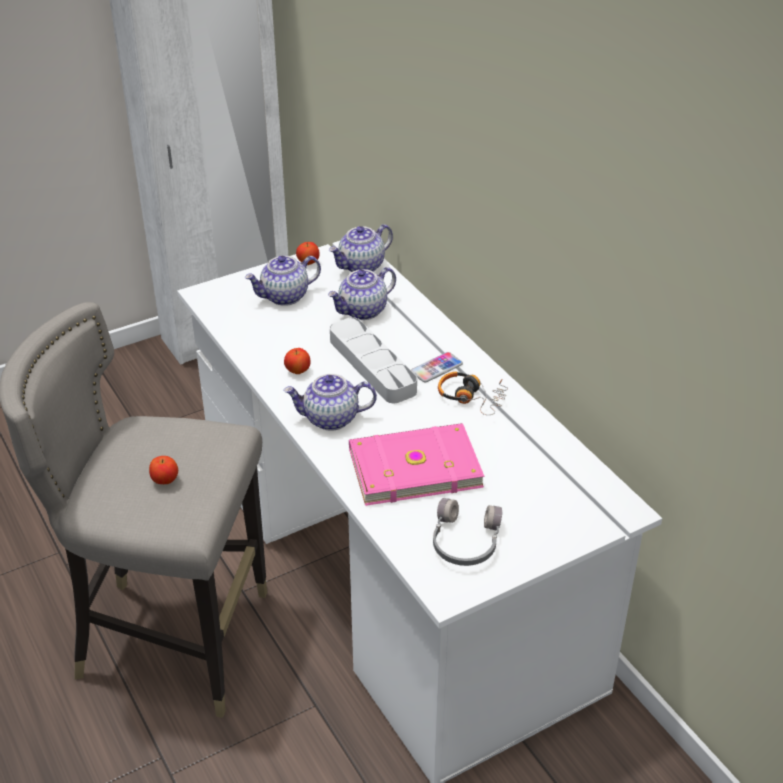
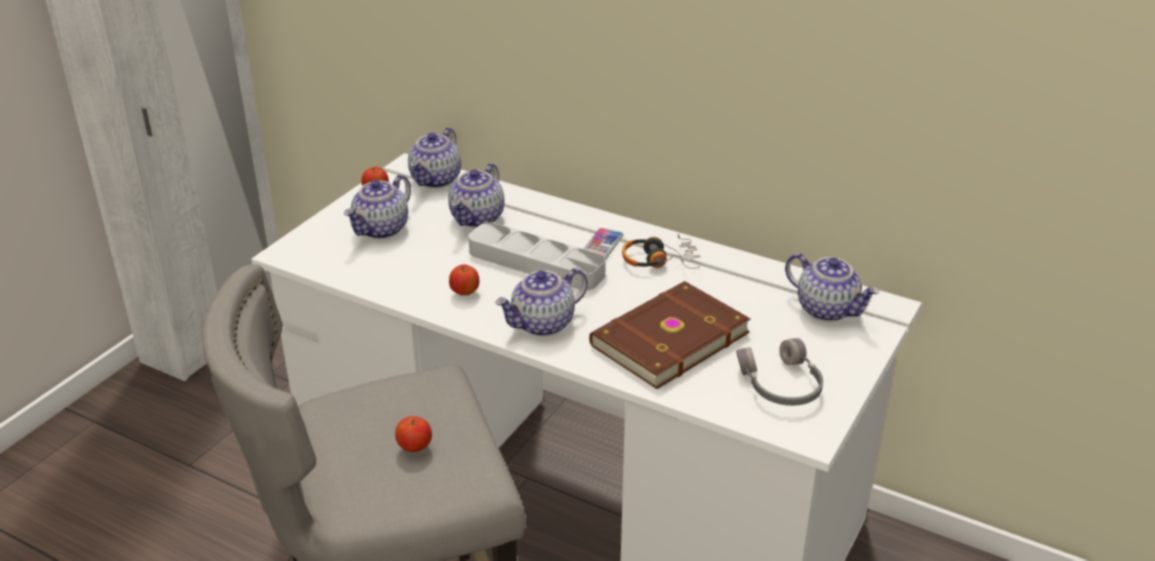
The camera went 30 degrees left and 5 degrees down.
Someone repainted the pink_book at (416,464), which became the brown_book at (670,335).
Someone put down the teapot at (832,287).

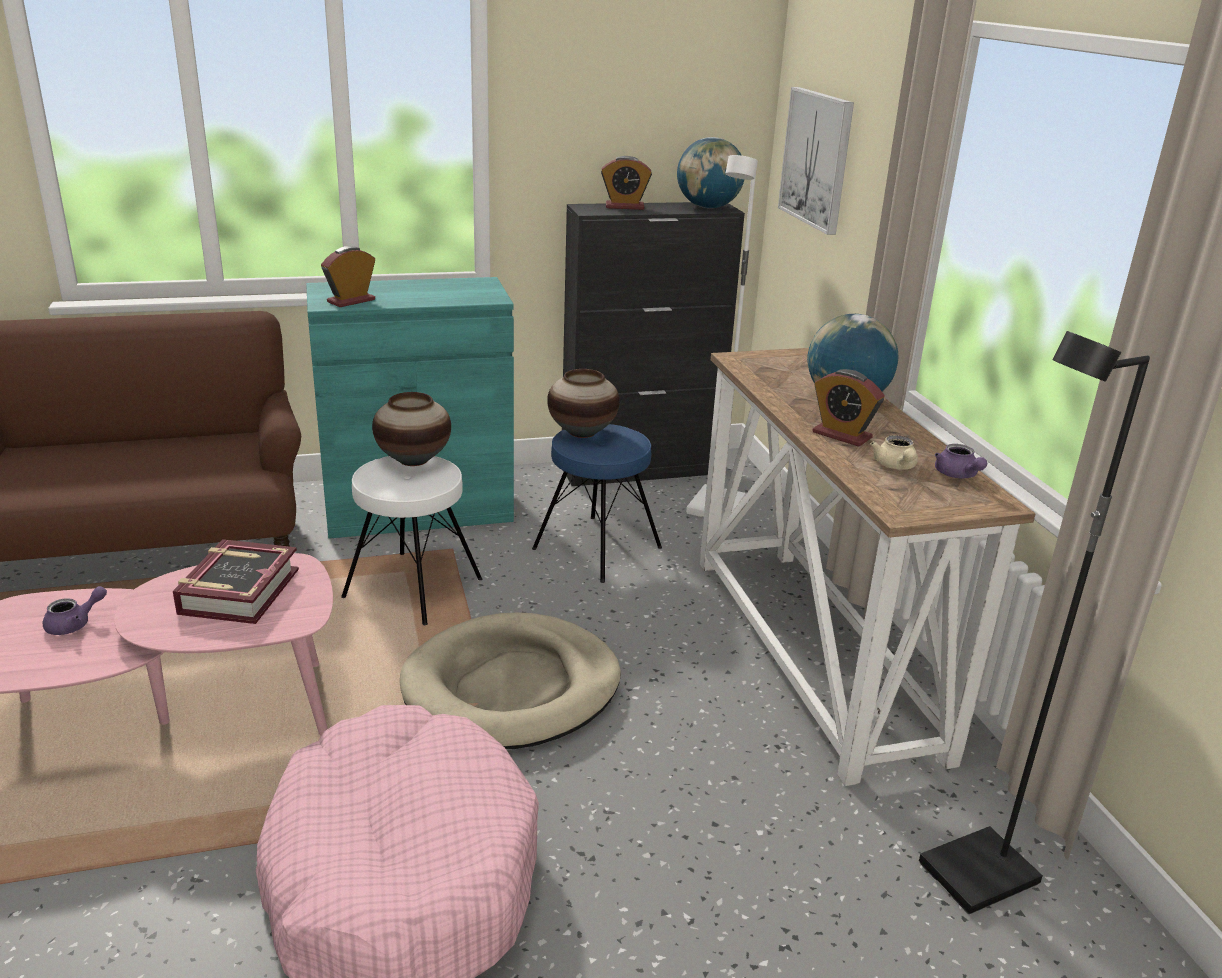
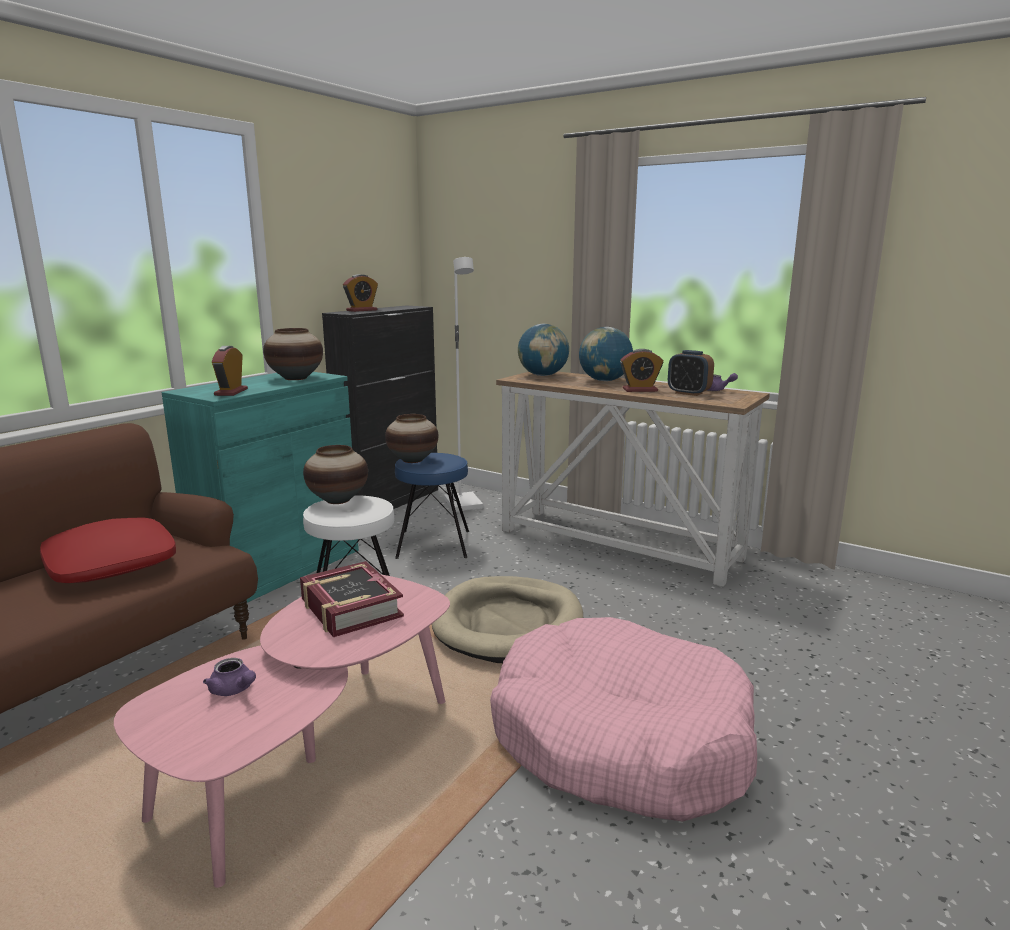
The camera went 40 degrees left and 10 degrees down.
Someone took away the picture at (816,161).
Someone carried the globe from (710,172) to (543,350).
Someone took away the black_floor_lamp at (1034,622).
Someone swapped the beige_teapot at (894,452) for the alarm_clock at (691,373).
Someone rotated the purple_teapot at (75,610) by 120 degrees clockwise.
Someone put down the vase at (293,354).
Someone put down the red_pillow at (108,550).

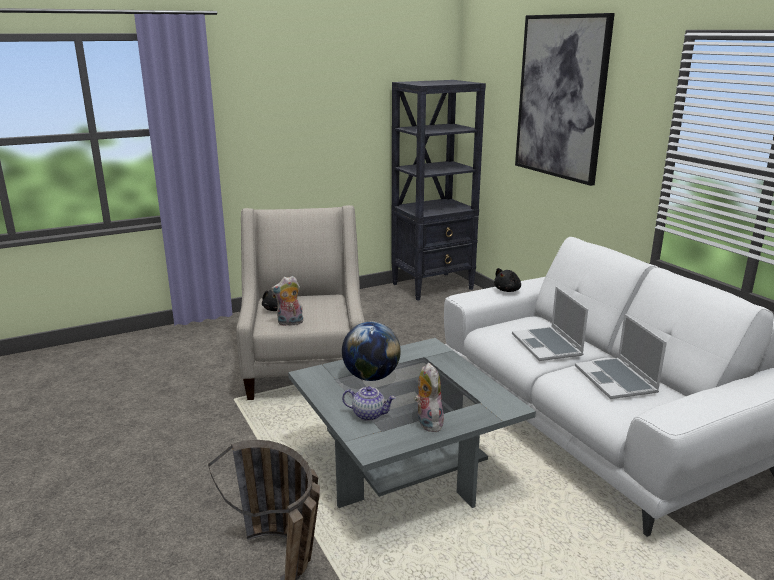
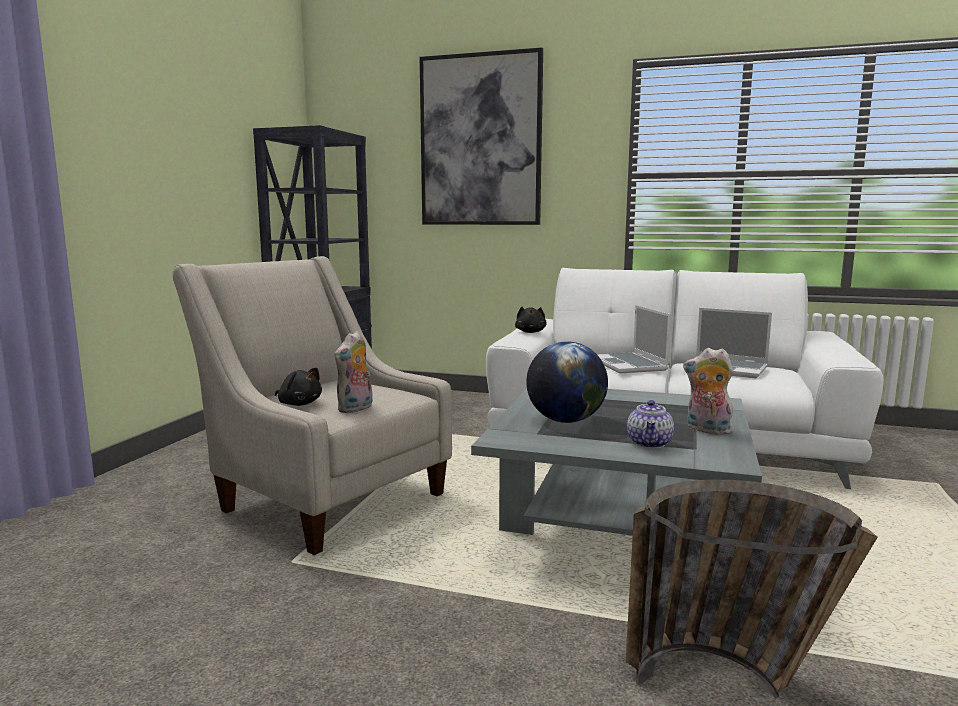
The camera went 45 degrees left and 10 degrees down.
Someone rotated the laptop at (550,323) by 45 degrees clockwise.
Someone rotated the teapot at (369,403) by 135 degrees clockwise.

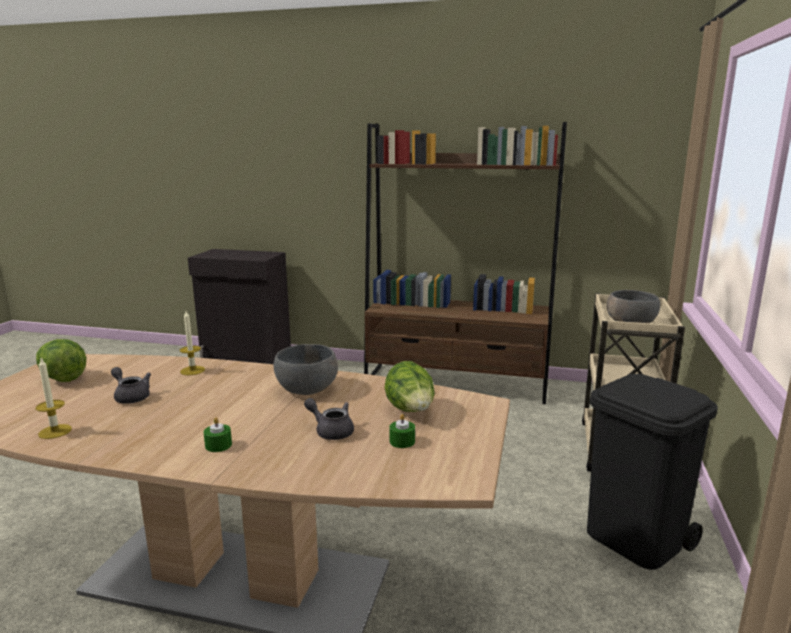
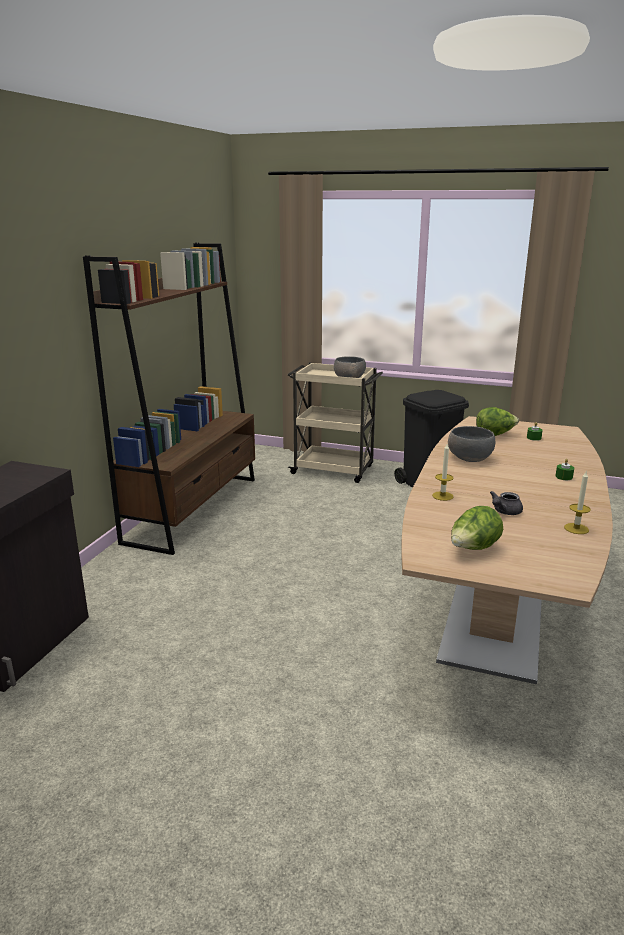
The camera went 85 degrees left and 5 degrees up.
Someone took away the grey_teapot at (329,419).

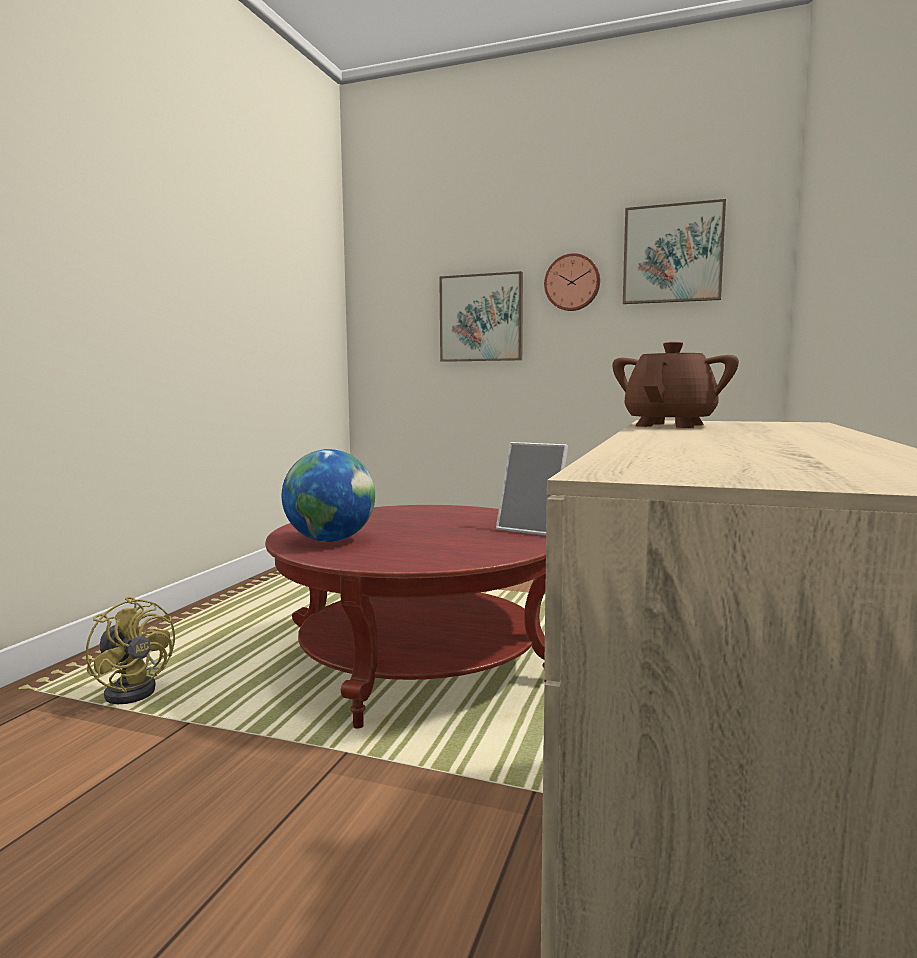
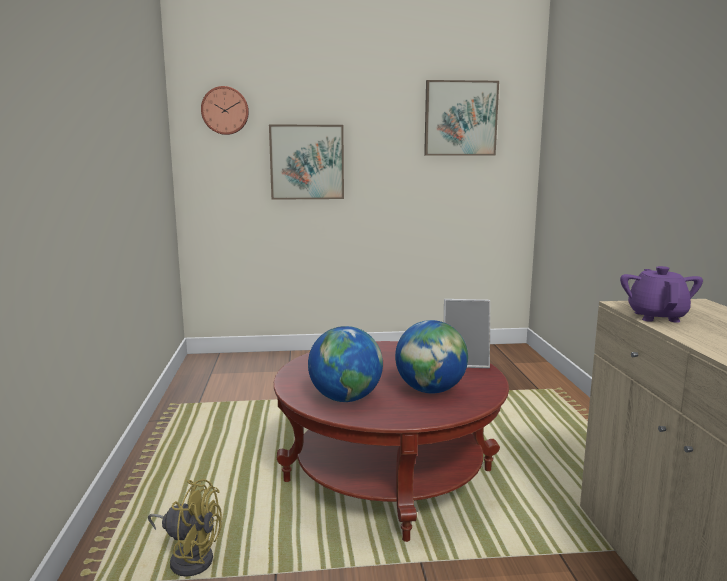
The camera went 25 degrees left and 5 degrees up.
Someone carried the wall_clock from (572,282) to (225,110).
Someone repainted the brown_teapot at (675,385), which became the purple_teapot at (661,294).
Someone put down the globe at (431,356).

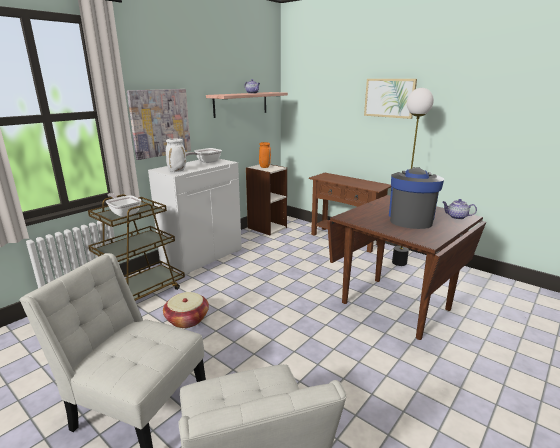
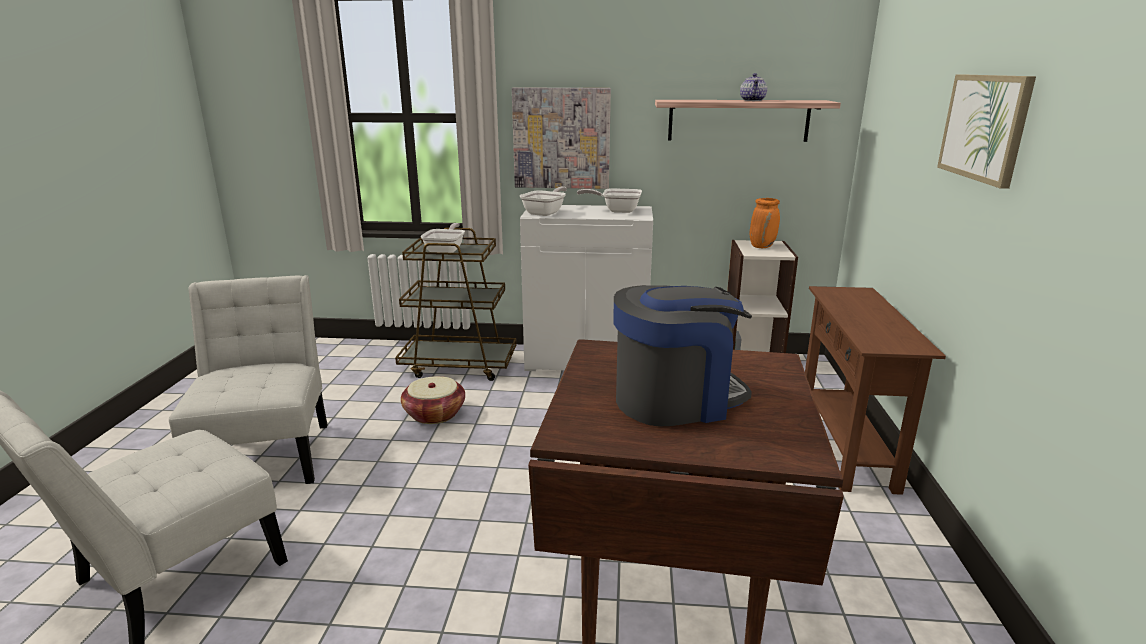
The camera went 55 degrees right and 0 degrees up.
Someone took away the floor_lamp at (413,177).
Someone swapped the white_vase at (176,155) for the frying_pan at (543,201).
Someone took away the teapot at (460,209).

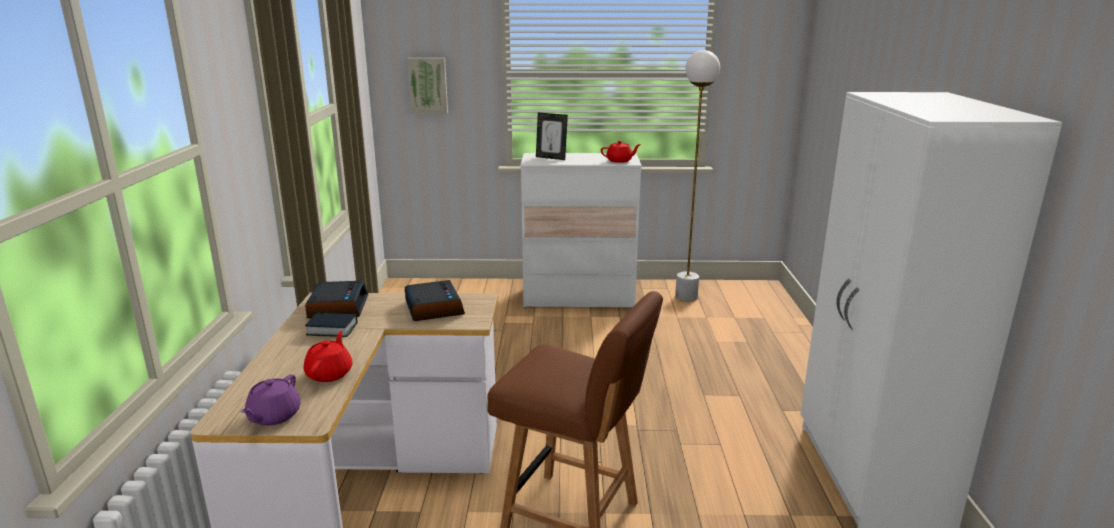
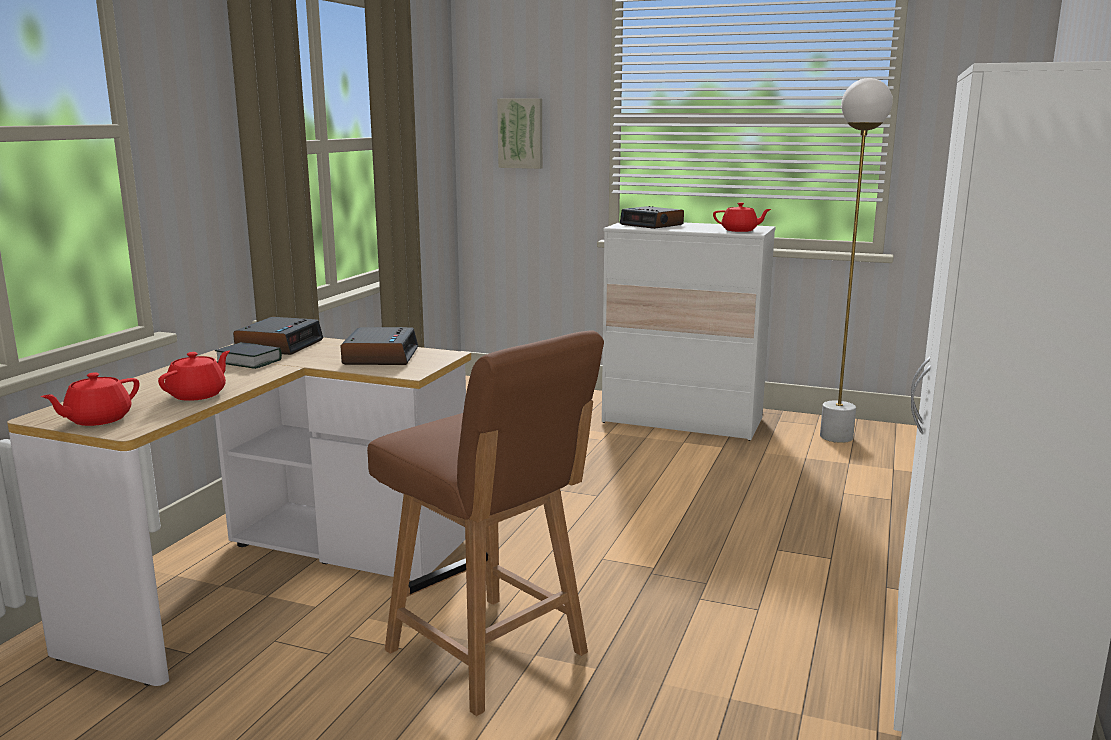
The camera went 20 degrees right and 5 degrees down.
Someone swapped the picture_frame at (552,136) for the alarm_clock at (652,217).
Someone repainted the purple_teapot at (271,400), which became the red_teapot at (90,399).

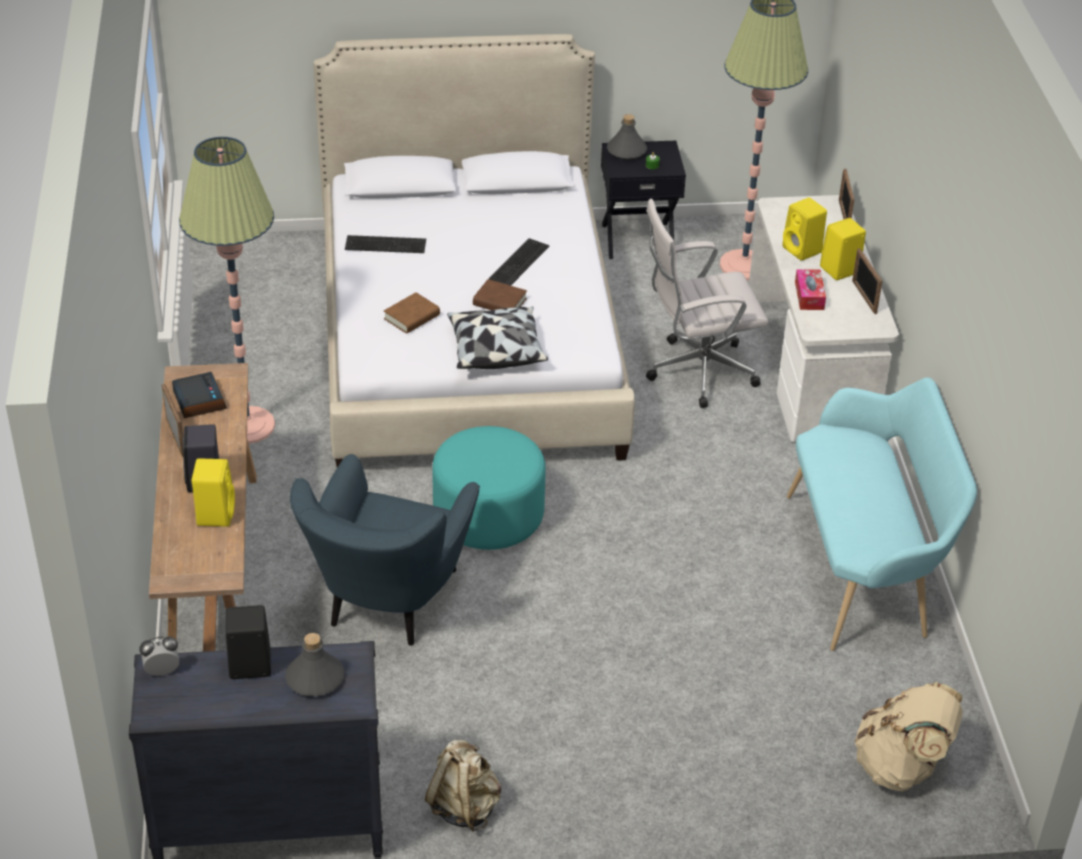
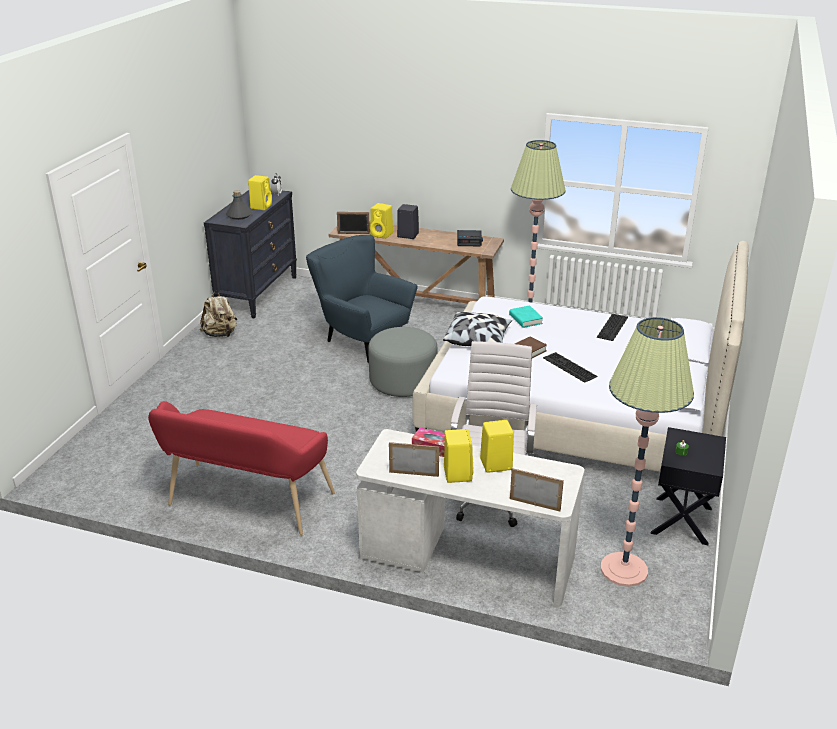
The camera went 115 degrees right and 10 degrees down.
Someone took away the grey_bottle at (627,137).
Someone repainted the brown_book at (412,313), which became the turquoise_book at (526,316).
Someone repainted the turquoise_bench at (882,514), which became the red_bench at (241,468).
Someone carried the picture_frame from (172,420) to (353,223).
Someone repainted the turquoise_ottoman at (489,488), which became the grey_ottoman at (402,362).
Someone repainted the black_speaker at (248,642), which became the yellow_speaker at (260,192).
Someone took away the beige_backpack at (909,737).

